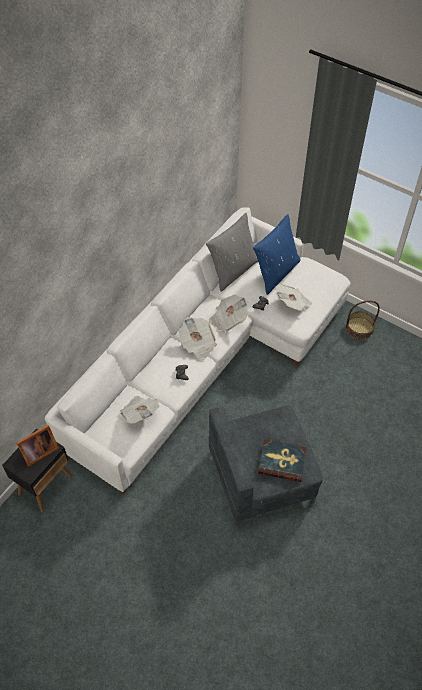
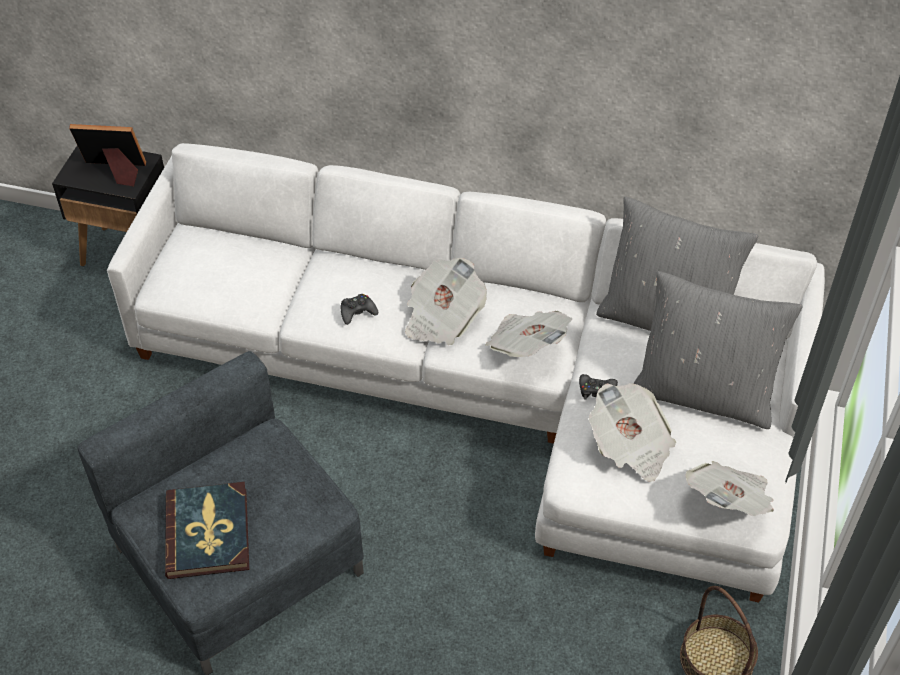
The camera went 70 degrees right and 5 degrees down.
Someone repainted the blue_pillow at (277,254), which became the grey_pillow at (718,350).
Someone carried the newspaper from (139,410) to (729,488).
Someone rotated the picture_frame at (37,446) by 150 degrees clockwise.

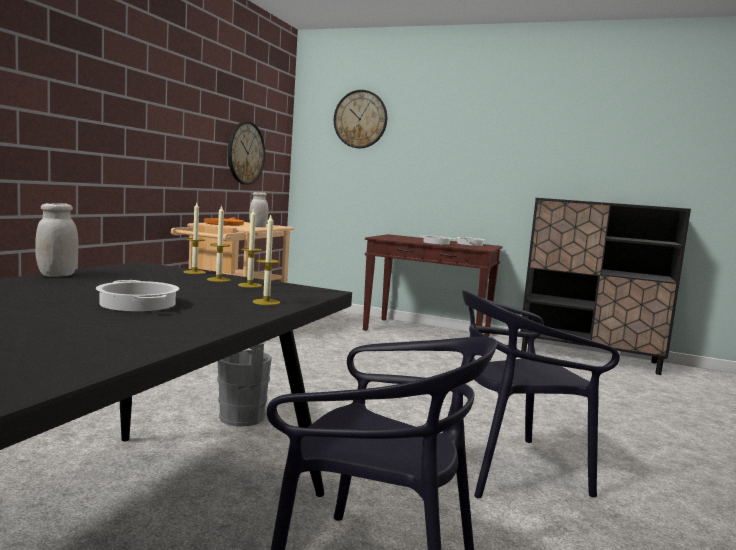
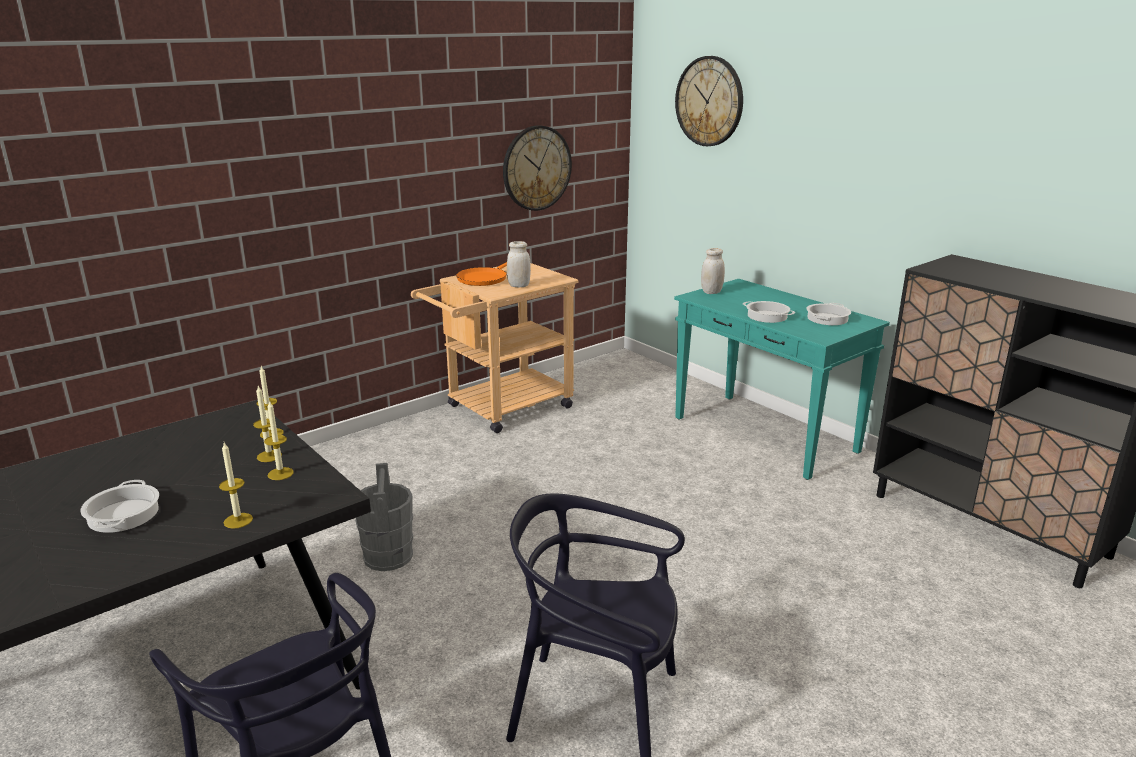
The camera went 30 degrees right and 15 degrees up.
Someone carried the white_jar from (57,240) to (713,271).
Someone repainted the brown_console_table at (433,285), which became the turquoise_console_table at (782,379).

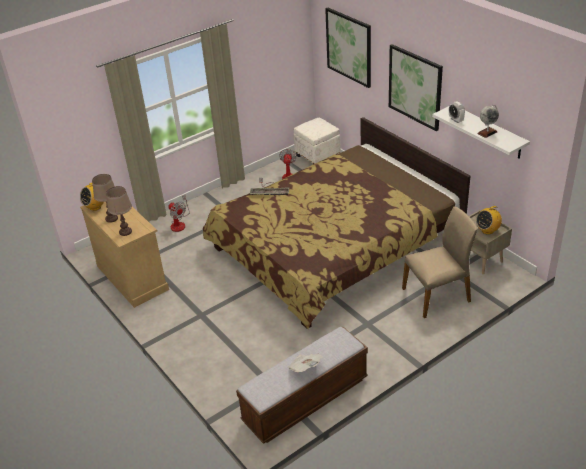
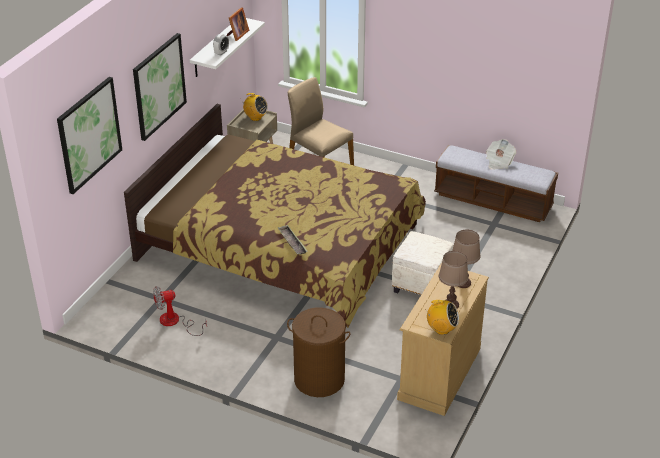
The camera went 120 degrees left and 0 degrees up.
Someone swapped the globe at (488,121) for the picture_frame at (237,24).
Someone carried the white_ottoman from (316,140) to (423,263).
Someone swapped the fan at (179,213) for the brown_laundry_basket at (319,352).

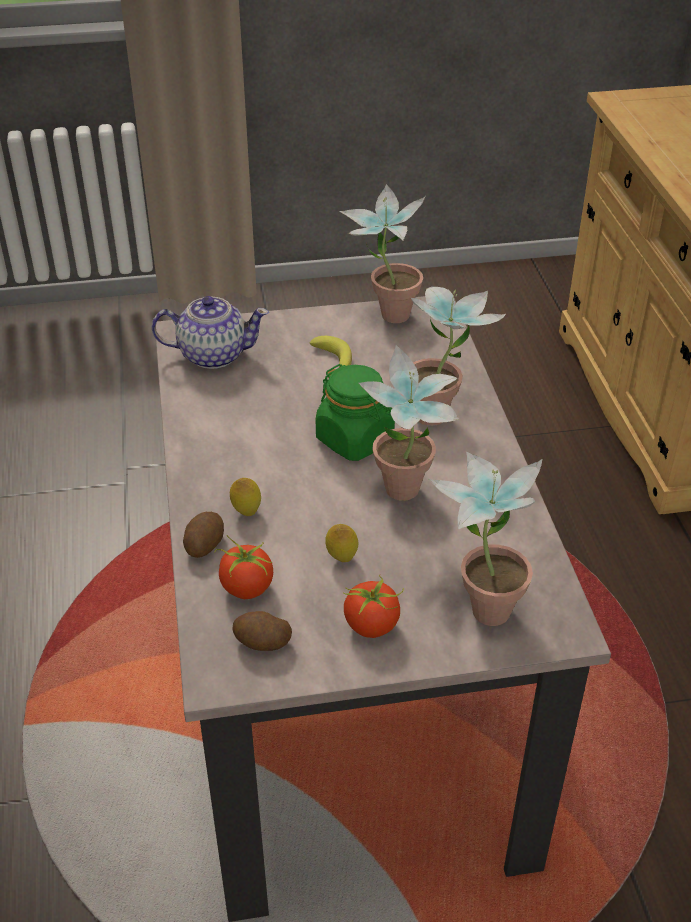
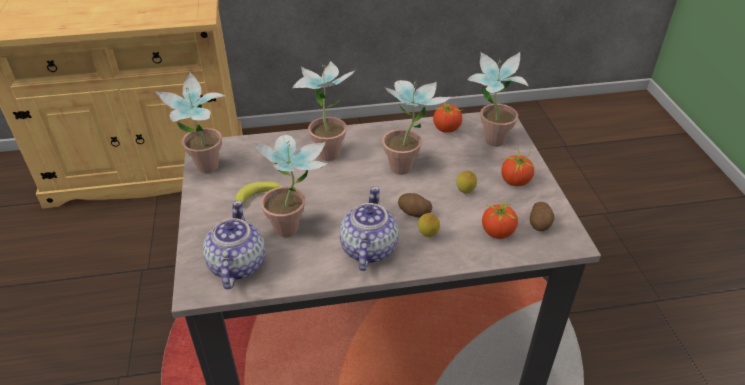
The camera went 90 degrees left and 0 degrees up.
Someone took away the green_jar at (355,412).
Someone carried the potato from (203,535) to (415,205).
Someone put down the tomato at (448,117).
Someone put down the potted_plant at (289,186).
Someone put down the teapot at (369,228).

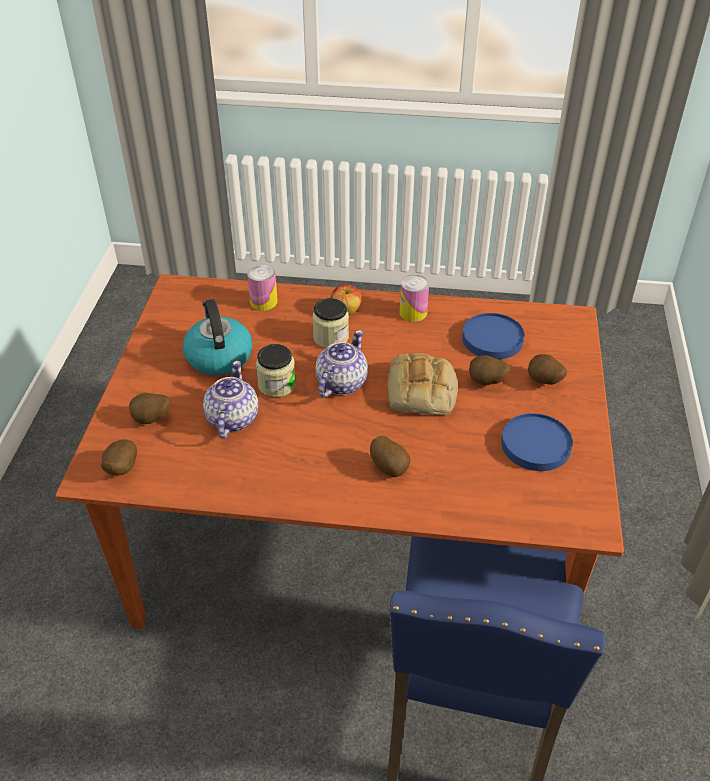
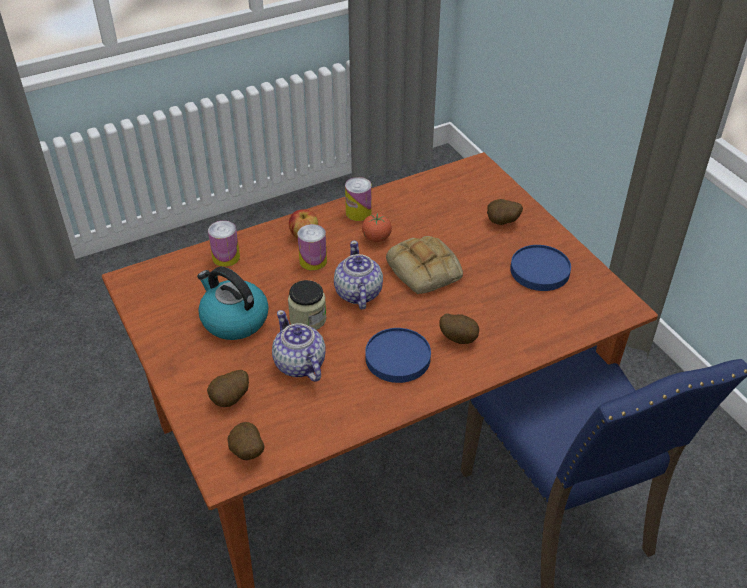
The camera went 35 degrees left and 0 degrees up.
Someone swapped the jar at (330,323) for the can at (312,247).
Someone carried the blue_plate from (493,336) to (398,355).
Someone took away the potato at (489,370).
Someone put down the tomato at (377,227).

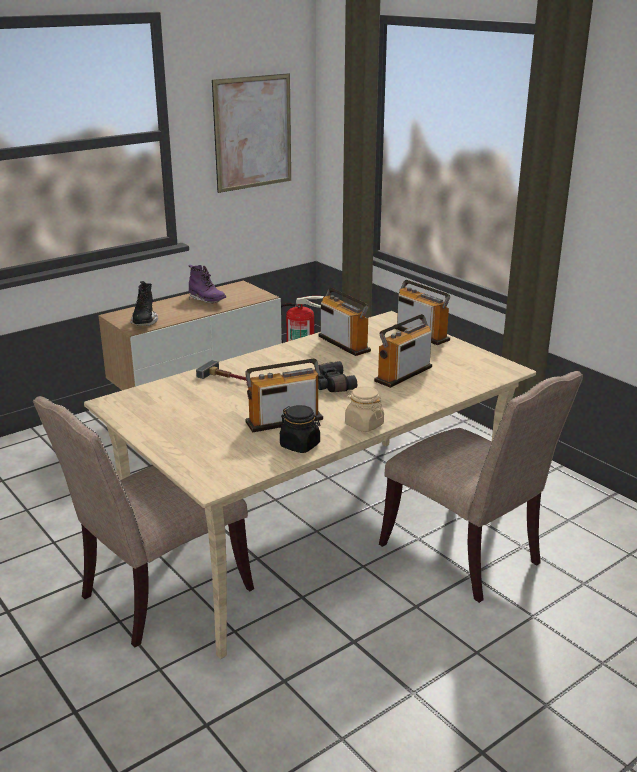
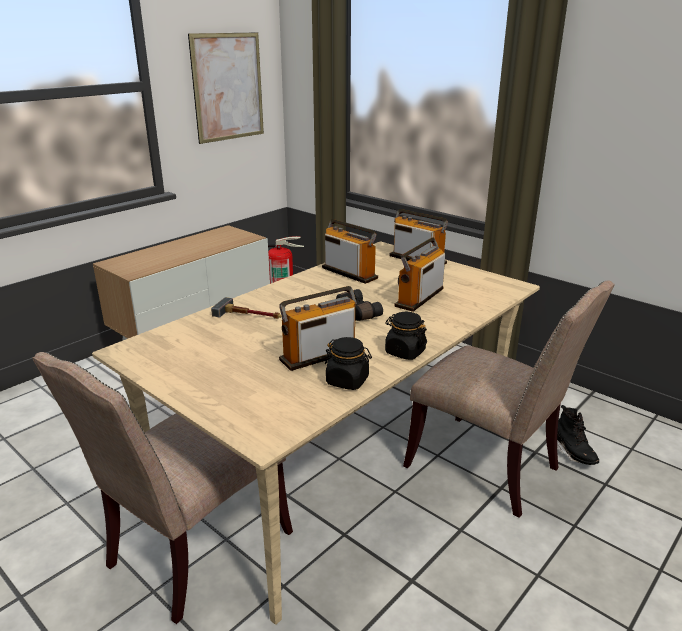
The camera went 10 degrees left and 0 degrees up.
Someone took away the purple_boot at (207,284).
Someone carried the black_boot from (144,303) to (578,435).
Someone repainted the beige_jar at (364,409), which became the black_jar at (406,336).

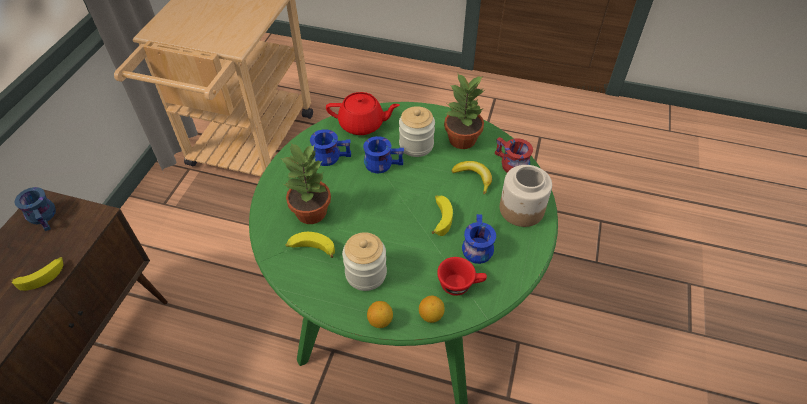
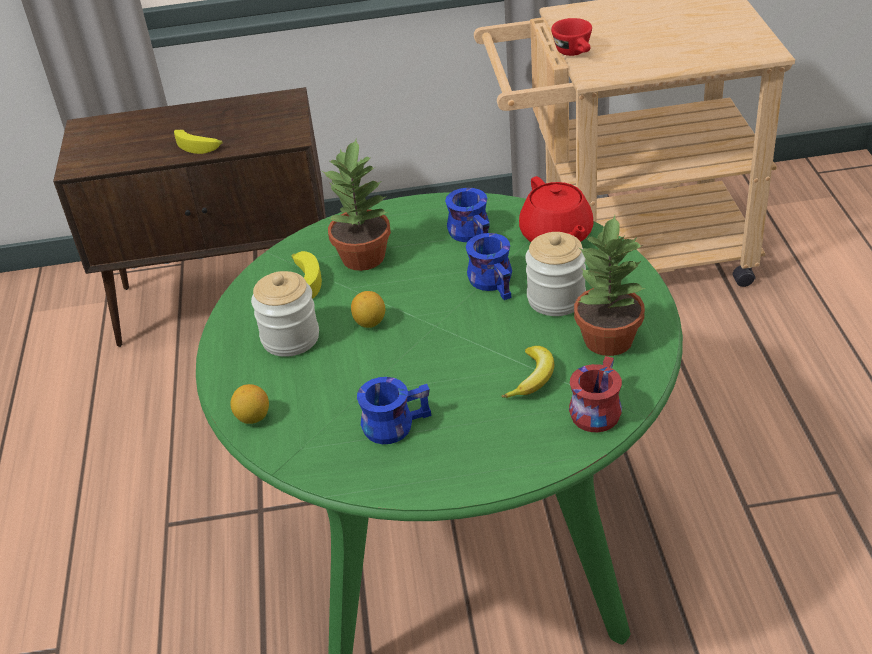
The camera went 70 degrees right and 10 degrees down.
Someone took away the jar at (526,196).
Someone took away the blue_mug at (35,209).
Someone took away the banana at (442,215).
Someone carried the red_cup from (462,276) to (571,37).
Someone carried the lemon from (380,314) to (368,309).

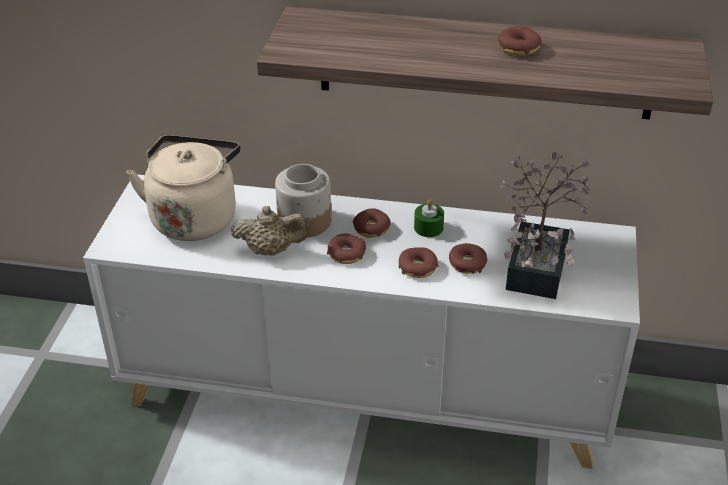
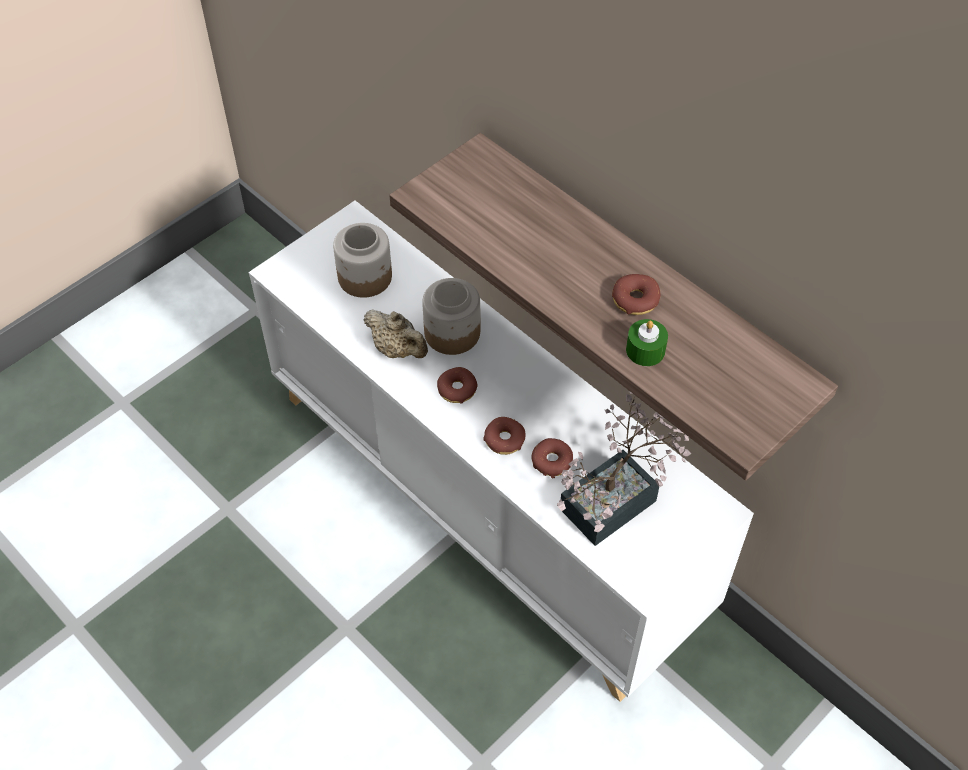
The camera went 35 degrees right and 15 degrees up.
Someone swapped the beige_kettle at (183,188) for the jar at (362,260).
Someone carried the green_candle from (429,218) to (647,342).
Someone took away the donut at (372,223).

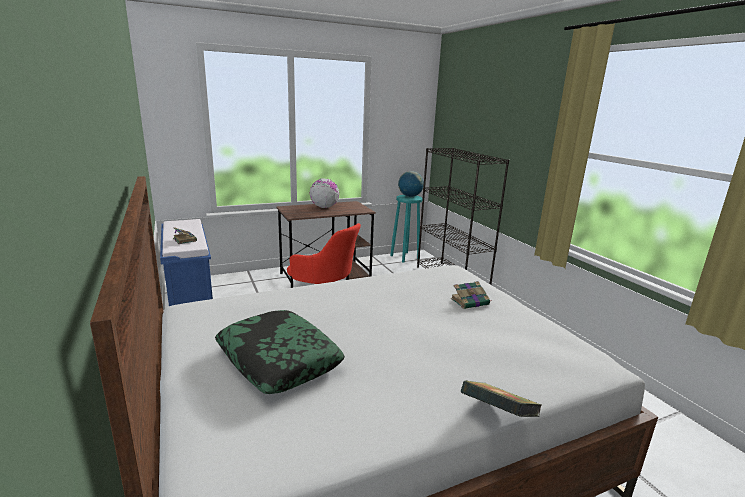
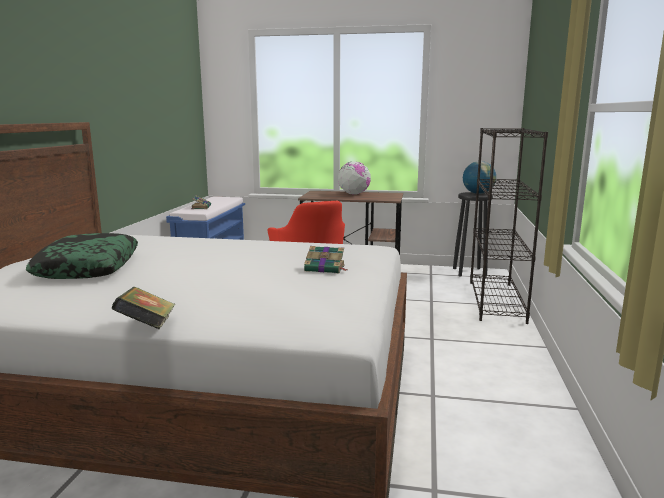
The camera went 35 degrees right and 5 degrees down.
Someone repainted the turquoise_stool at (406,228), which became the black_stool at (473,234).

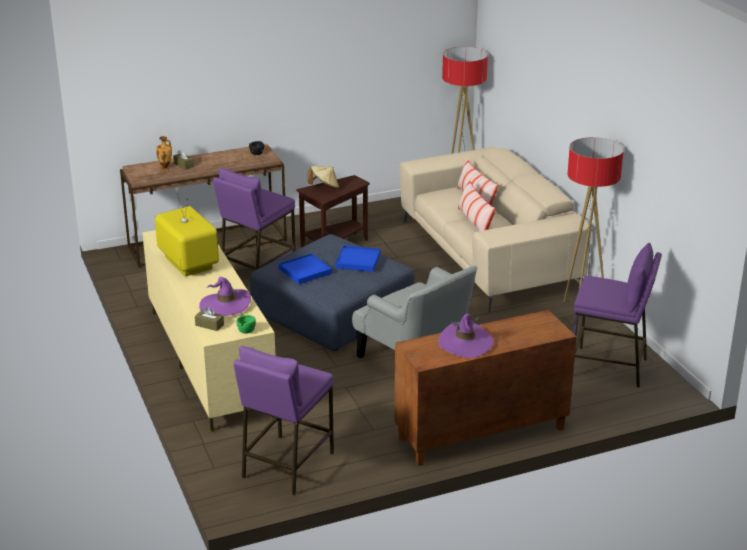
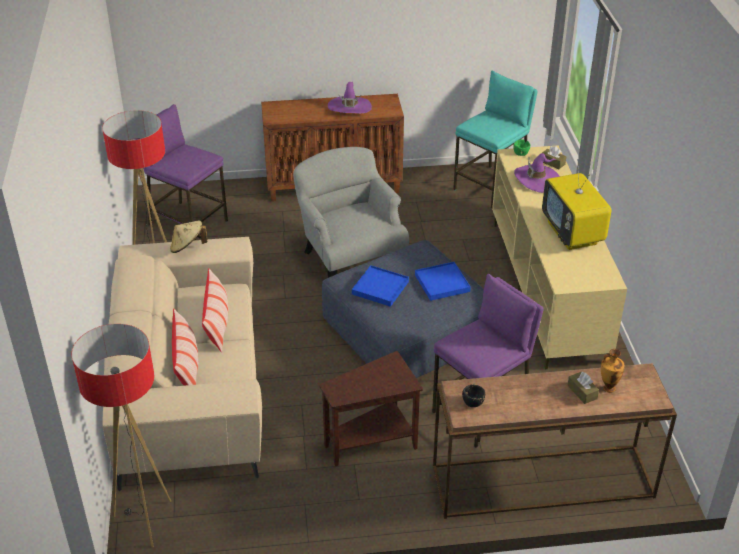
The camera went 165 degrees left and 10 degrees up.
Someone carried the beige_hat from (323,177) to (188,237).
Someone repainted the purple_stool at (284,420), which became the turquoise_stool at (495,139).

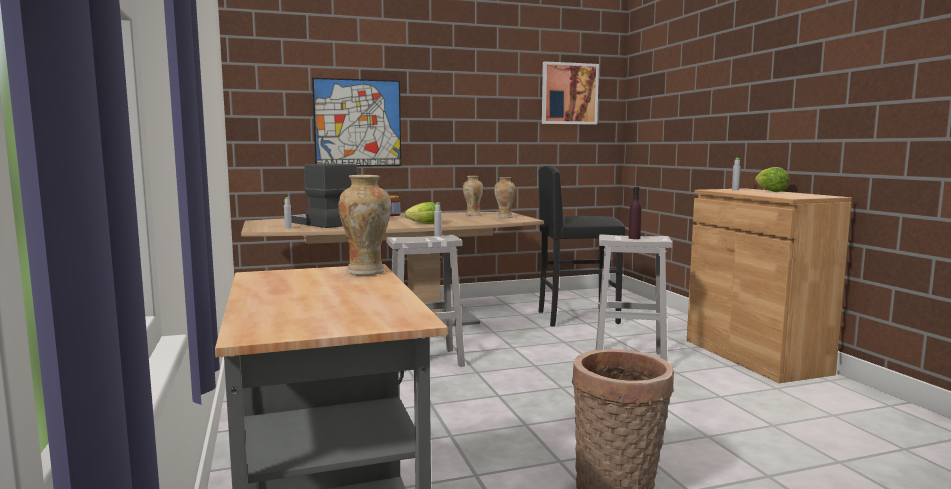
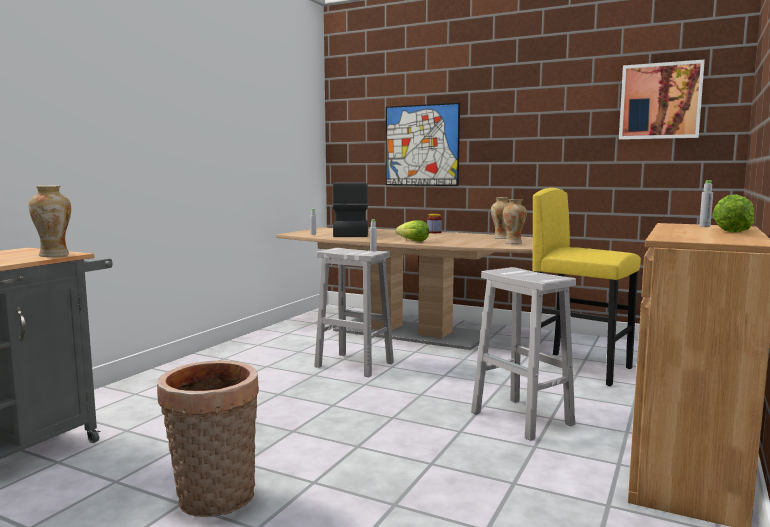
The camera went 45 degrees right and 0 degrees up.
Someone repainted the black_stool at (581,246), which became the yellow_stool at (586,287).
Someone took away the purple_bottle at (635,213).

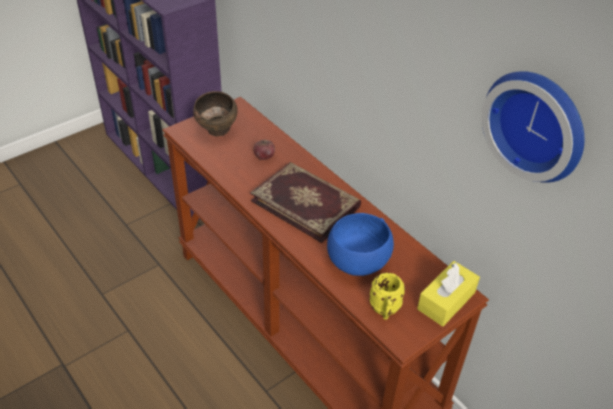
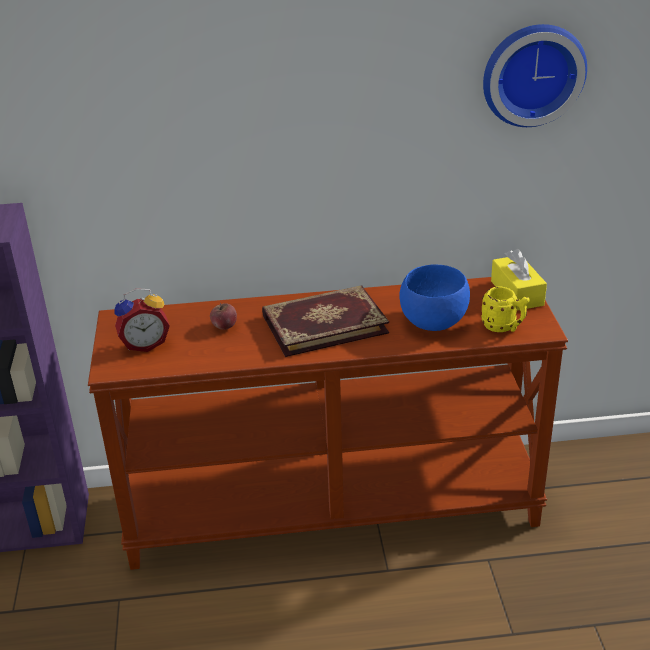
The camera went 55 degrees left and 10 degrees down.
Someone swapped the brown_bowl at (215,113) for the alarm_clock at (142,320).

